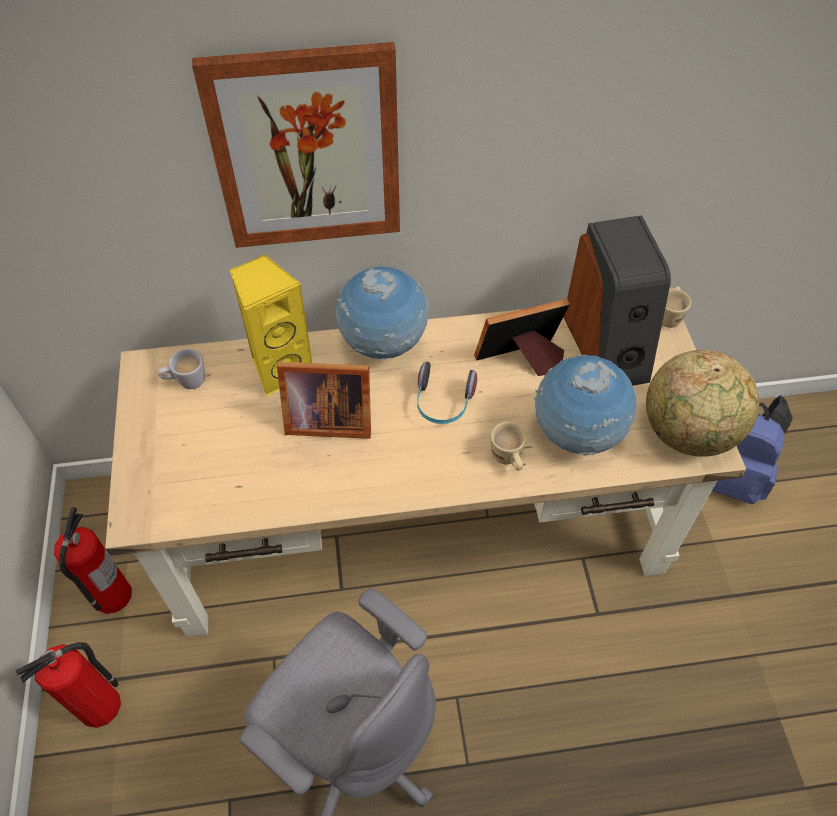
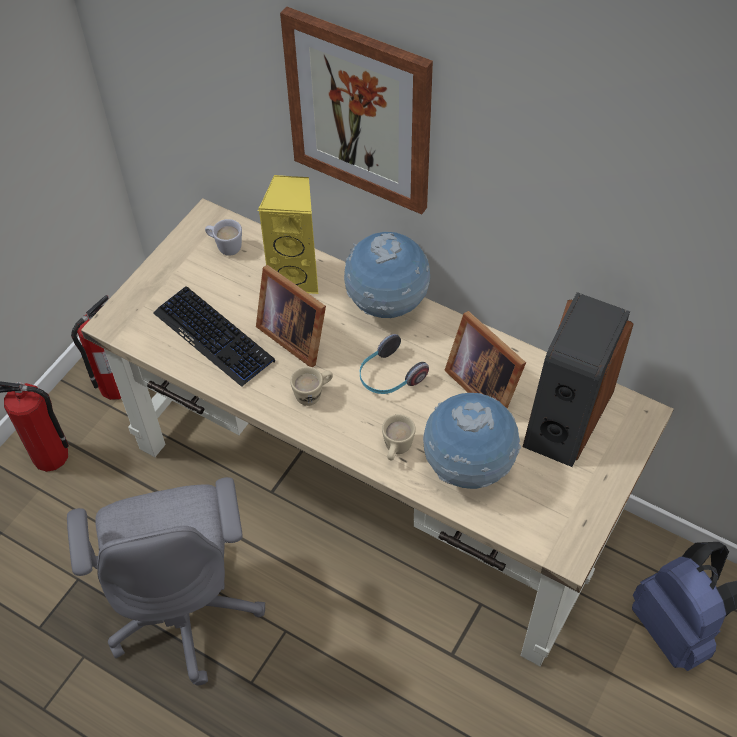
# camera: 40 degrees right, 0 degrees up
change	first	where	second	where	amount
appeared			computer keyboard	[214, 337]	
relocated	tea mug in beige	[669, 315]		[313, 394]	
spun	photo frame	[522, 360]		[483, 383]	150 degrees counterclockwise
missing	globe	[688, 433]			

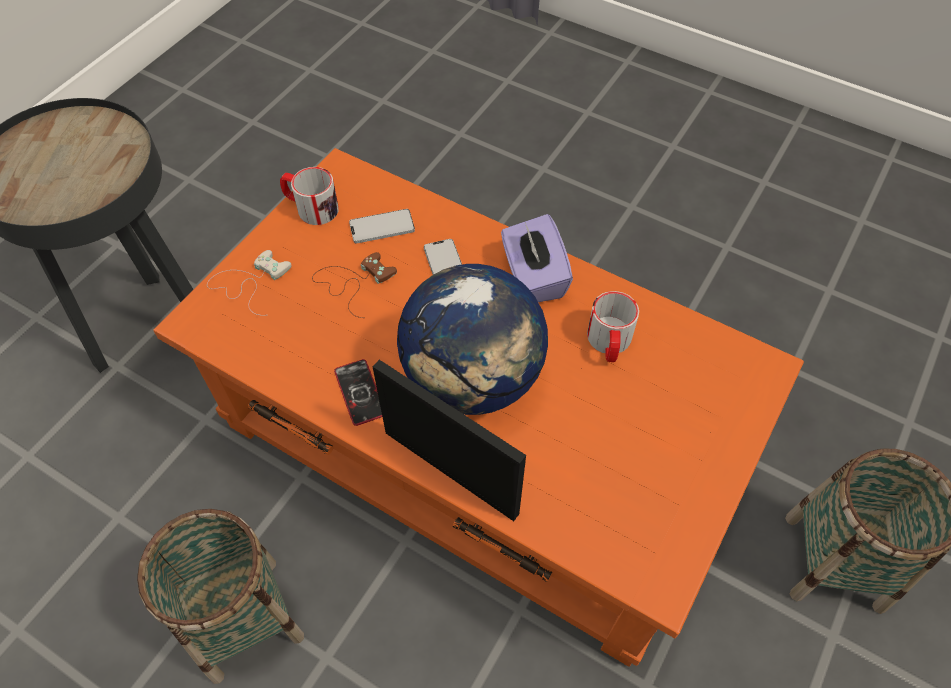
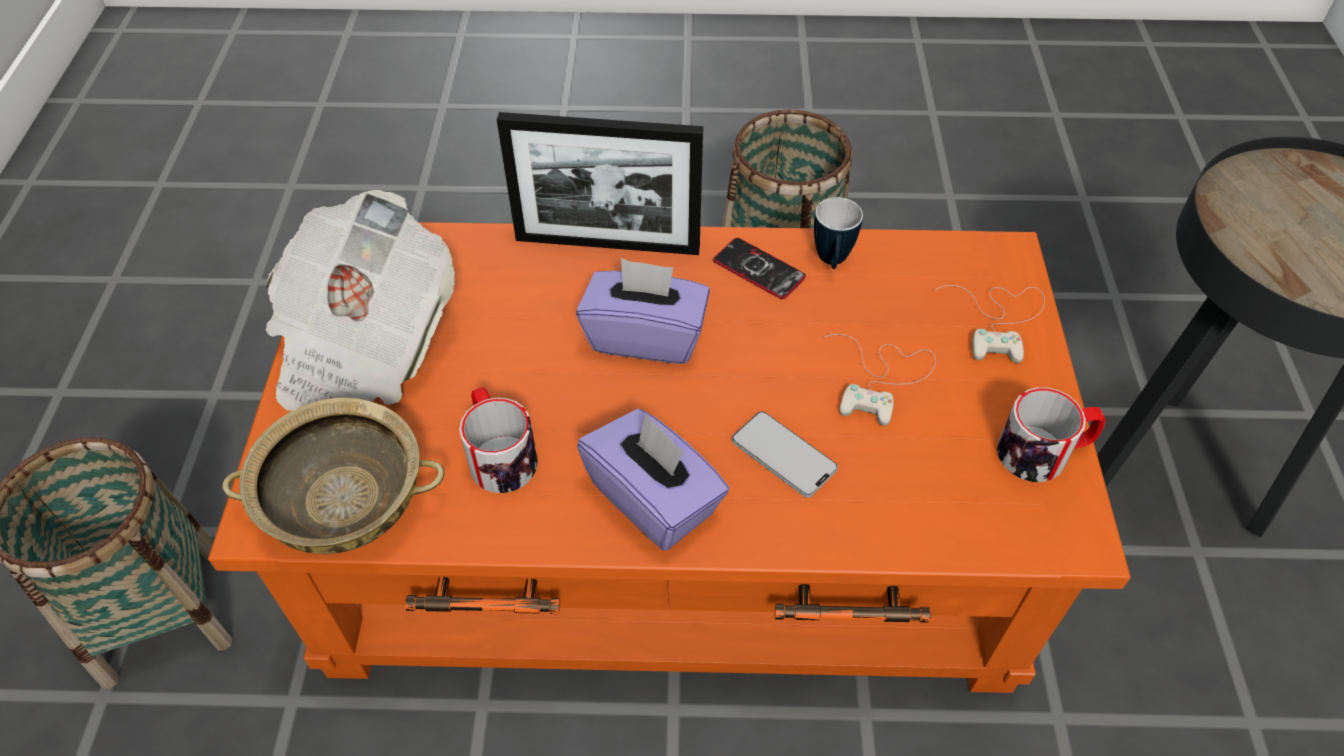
# camera: 150 degrees right, 5 degrees down
change	first	where	second	where	amount
appeared			bowl in beige	[348, 505]	
appeared			newspaper	[363, 343]	
exchanged	globe	[473, 378]	box of tissues in purplish	[645, 336]	
appeared			tea mug	[832, 262]	
colour	gamepad in brown	[353, 282]	gamepad in white	[882, 378]	
missing	telephone	[382, 227]			

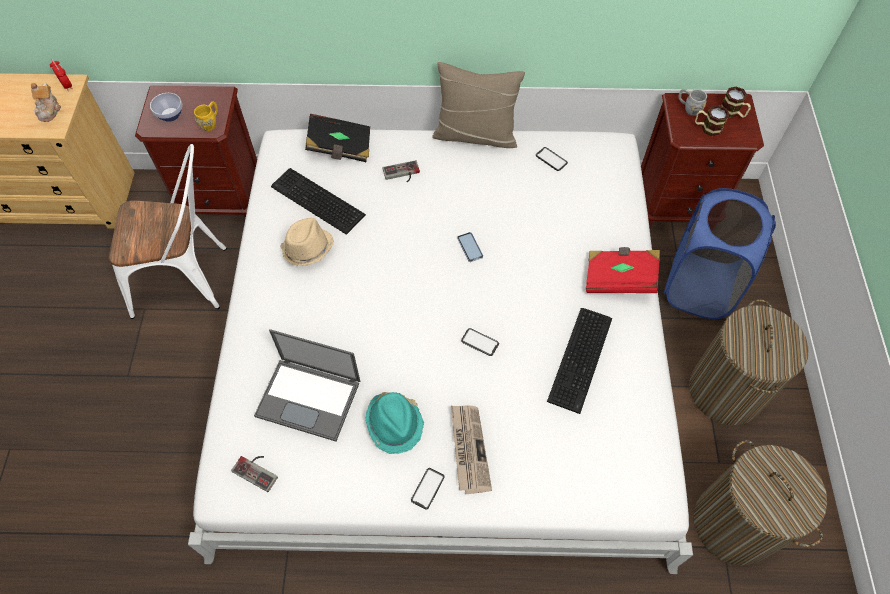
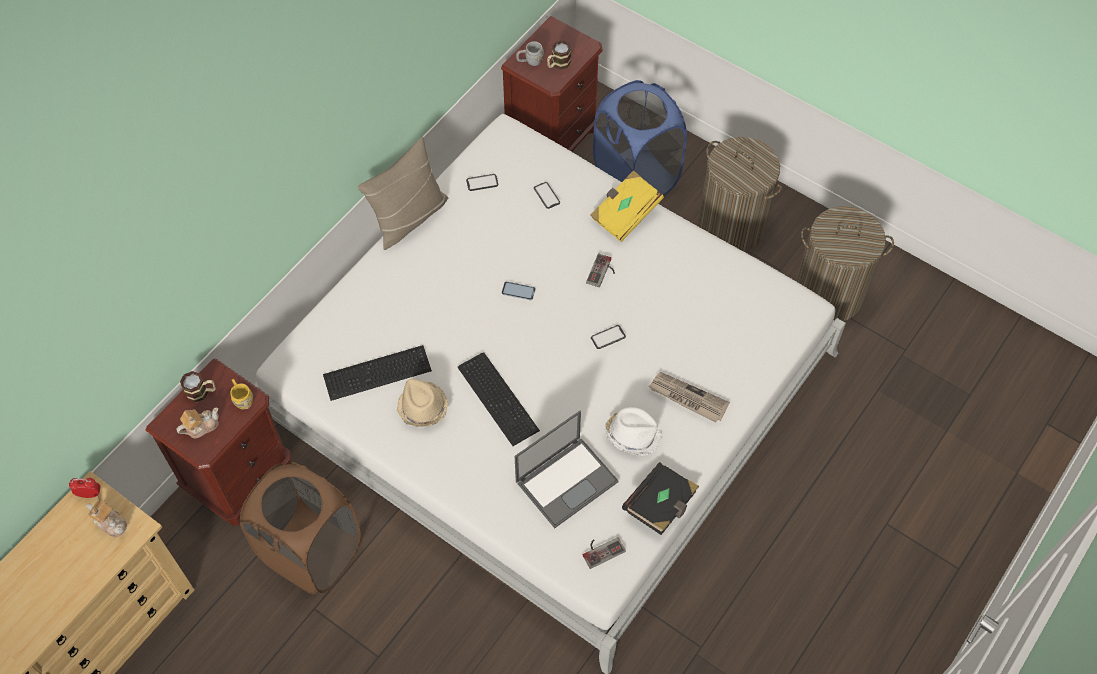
# camera: 55 degrees left, 0 degrees up
change	first	where	second	where	amount
exchanged	bowl	[170, 114]	teapot	[201, 426]	
relocated	tea mug	[732, 112]		[201, 392]	
exchanged	plain chair in white	[189, 278]	washing basket in brown	[312, 552]	
relocated	computer keyboard	[582, 358]		[499, 396]	
relocated	telephone	[427, 488]		[546, 195]	
relocated	gamepad	[402, 174]		[603, 272]	
colour	volume in red-coloured	[619, 278]	volume in yellowish	[625, 214]	
colour	wearable hat in turquoise-coloured	[395, 424]	wearable hat in white	[633, 434]	
relocated	volume in black-coloured	[340, 148]		[660, 504]	

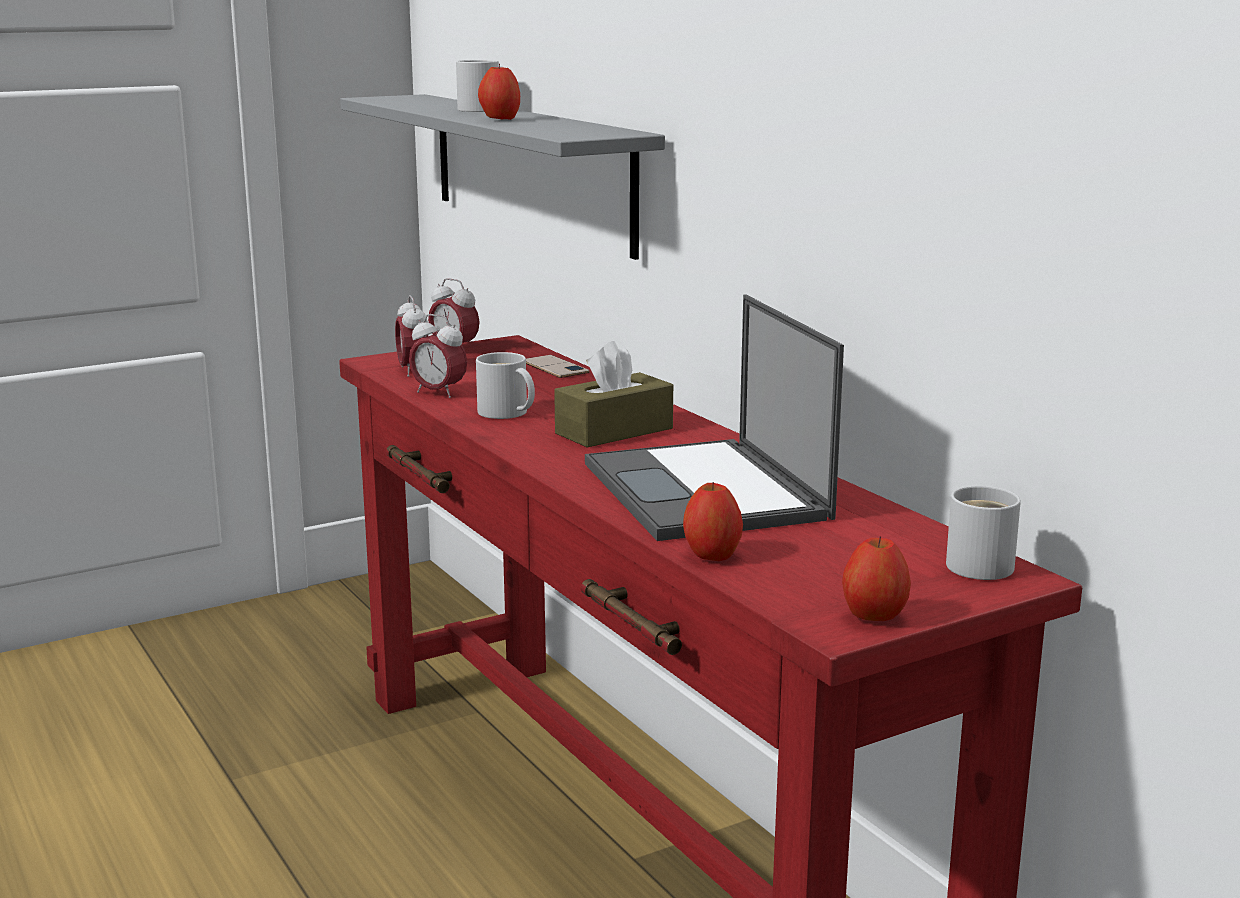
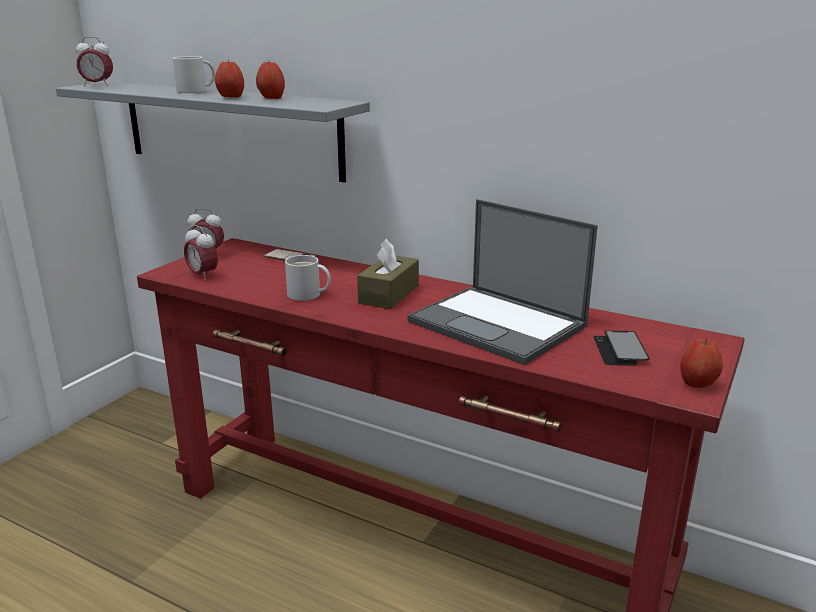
# camera: 30 degrees left, 5 degrees up
change	first	where	second	where	amount
relocated	table clock	[438, 393]		[97, 85]	
relocated	apple	[711, 555]		[271, 98]	
appeared			telephone	[620, 350]	
missing	tea mug in white	[985, 565]			

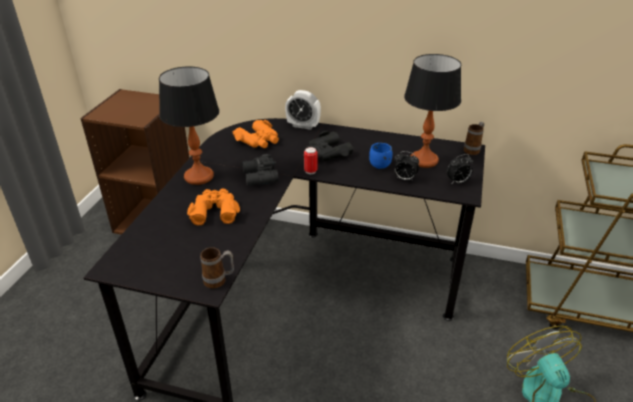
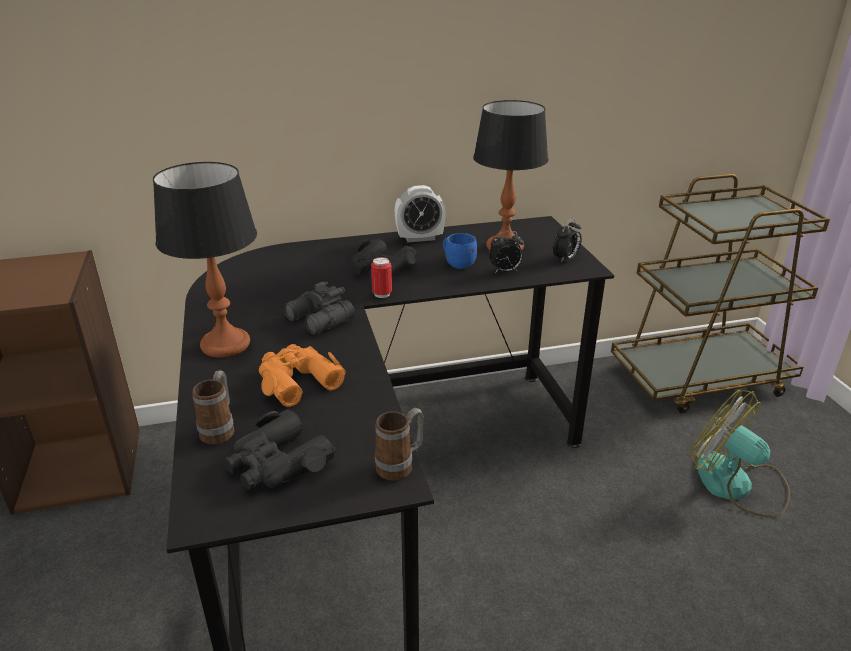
# camera: 30 degrees left, 5 degrees down
change	first	where	second	where	amount
relocated	tea mug	[473, 149]		[220, 429]	
appeared			binoculars in black-coloured	[277, 463]	
relocated	table clock	[303, 126]		[420, 238]	
missing	binoculars in orangey	[258, 140]			

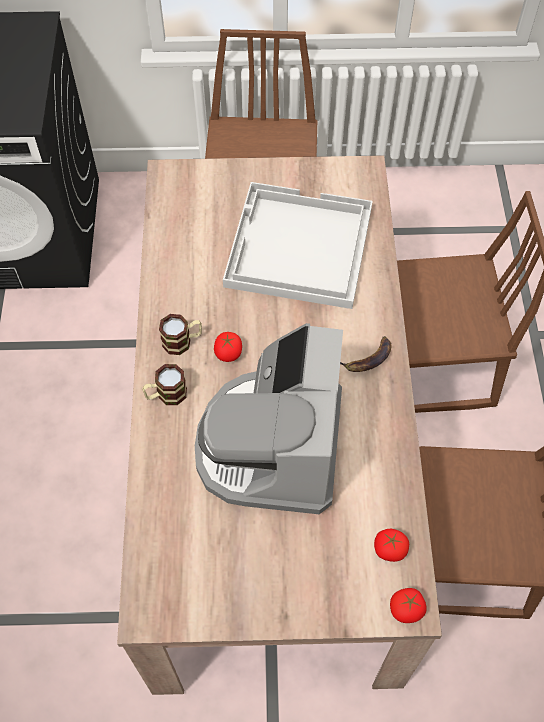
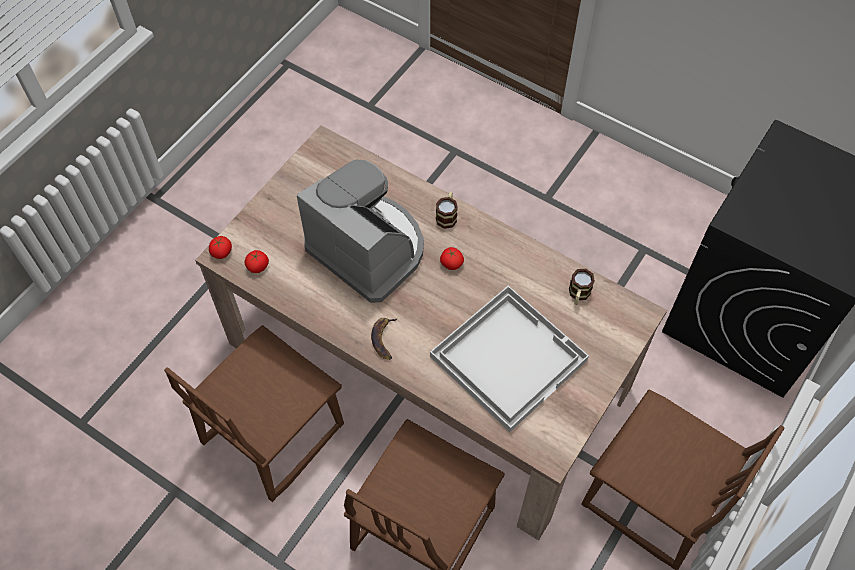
# camera: 125 degrees right, 0 degrees up
change	first	where	second	where	amount
relocated	tea mug	[182, 341]		[578, 295]	

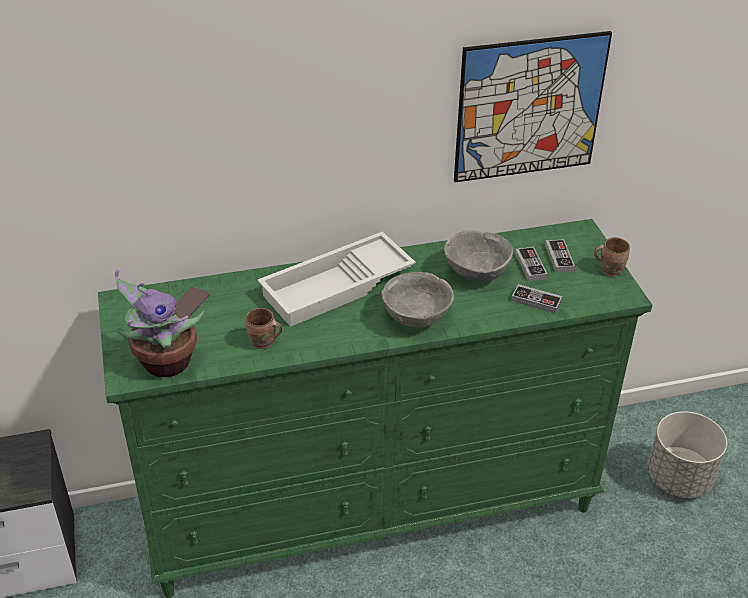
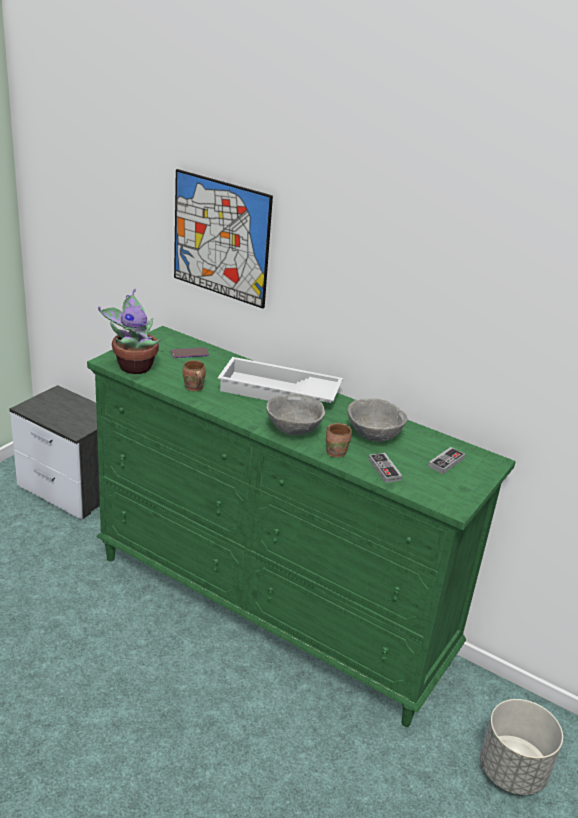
# camera: 45 degrees right, 10 degrees down
change	first	where	second	where	amount
relocated	picture	[529, 108]		[221, 238]	
relocated	tea mug in brown	[609, 269]		[336, 451]	
missing	gamepad	[530, 266]			

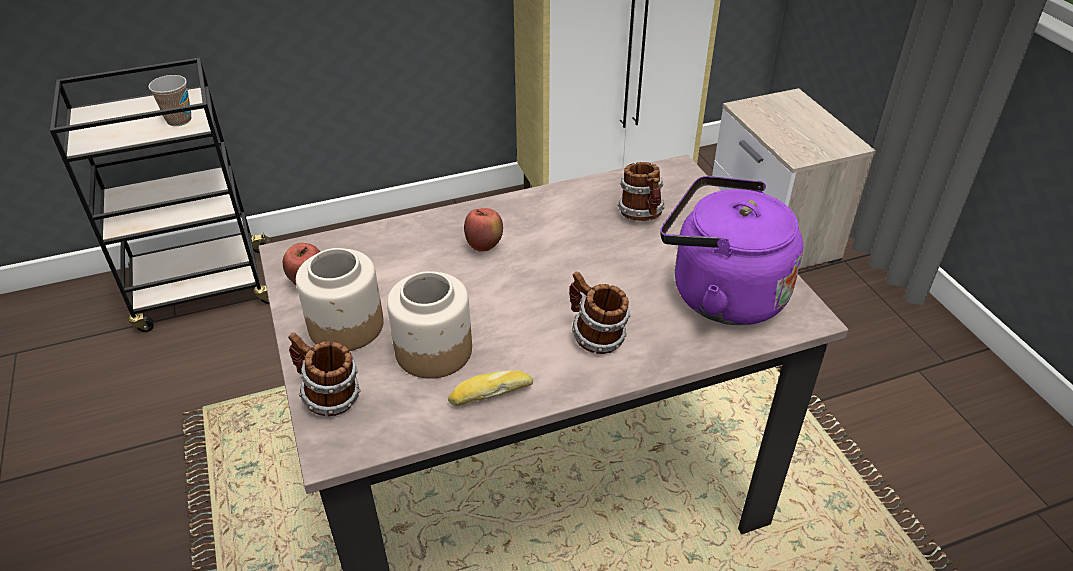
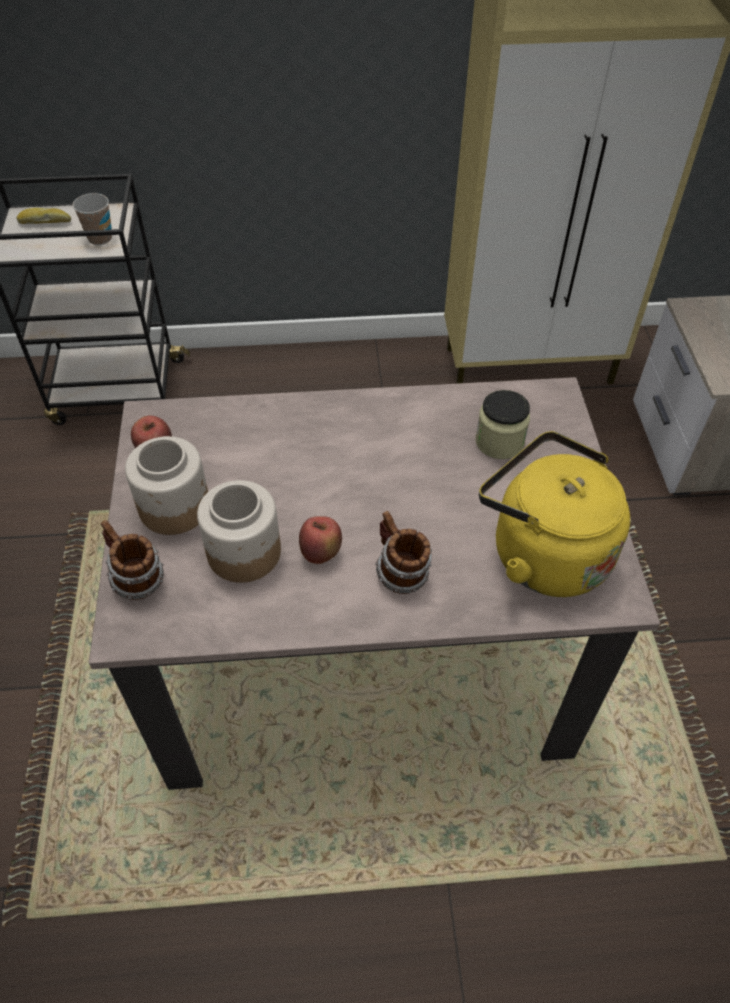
# camera: 15 degrees right, 10 degrees up
change	first	where	second	where	amount
relocated	baked bread	[490, 393]		[45, 222]	
relocated	apple	[484, 246]		[321, 553]	
exchanged	tea mug	[642, 215]	preserve jar	[499, 442]	
colour	water kettle in purplish	[720, 294]	water kettle in yellowish	[543, 552]	

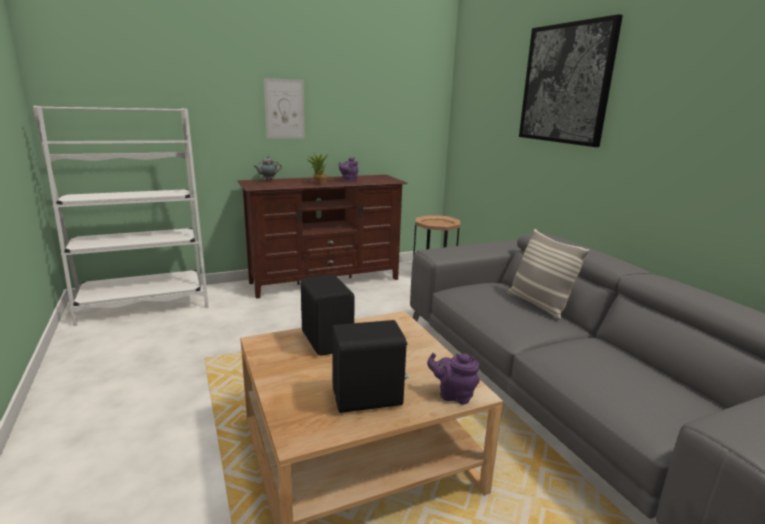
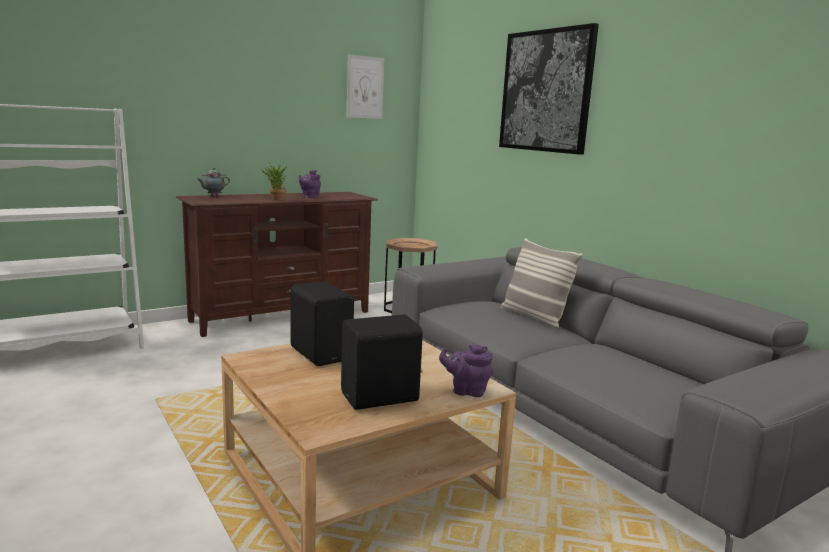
# camera: 10 degrees left, 5 degrees down
change	first	where	second	where	amount
relocated	picture	[284, 109]		[365, 87]	

